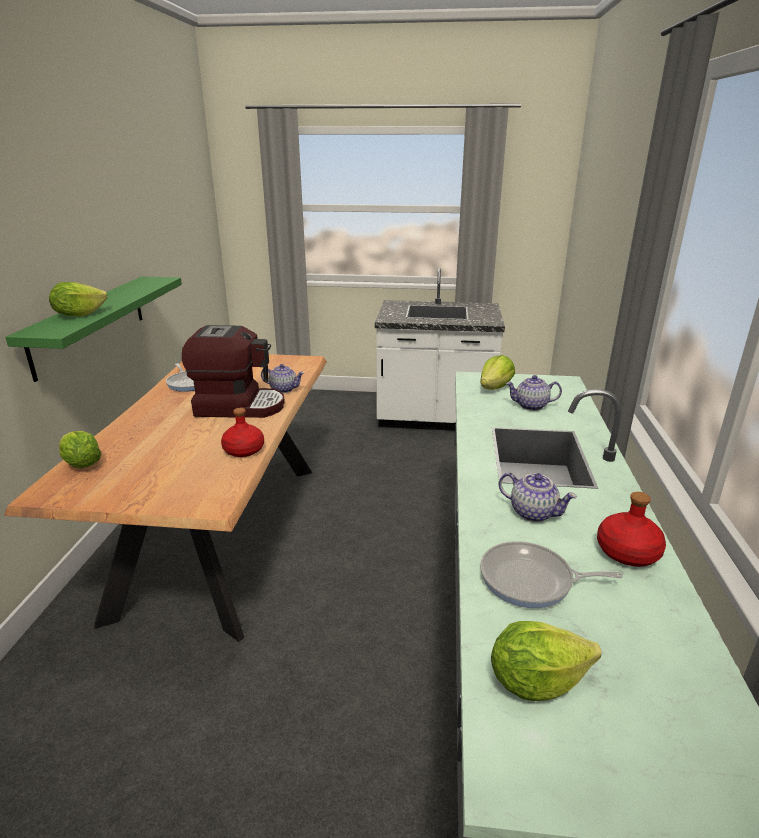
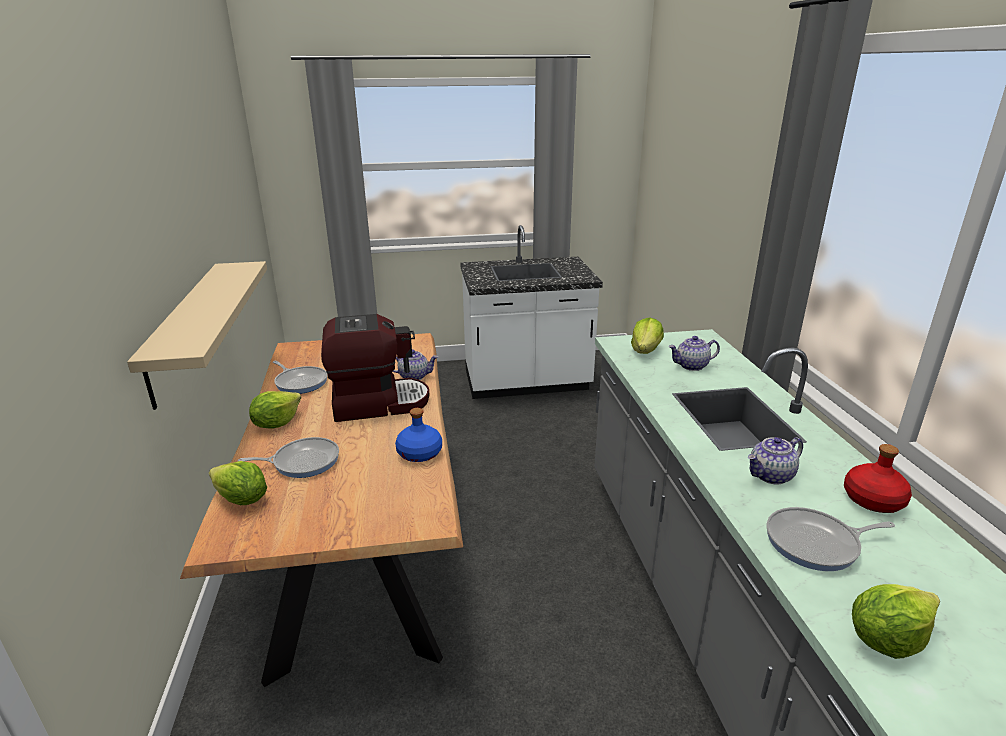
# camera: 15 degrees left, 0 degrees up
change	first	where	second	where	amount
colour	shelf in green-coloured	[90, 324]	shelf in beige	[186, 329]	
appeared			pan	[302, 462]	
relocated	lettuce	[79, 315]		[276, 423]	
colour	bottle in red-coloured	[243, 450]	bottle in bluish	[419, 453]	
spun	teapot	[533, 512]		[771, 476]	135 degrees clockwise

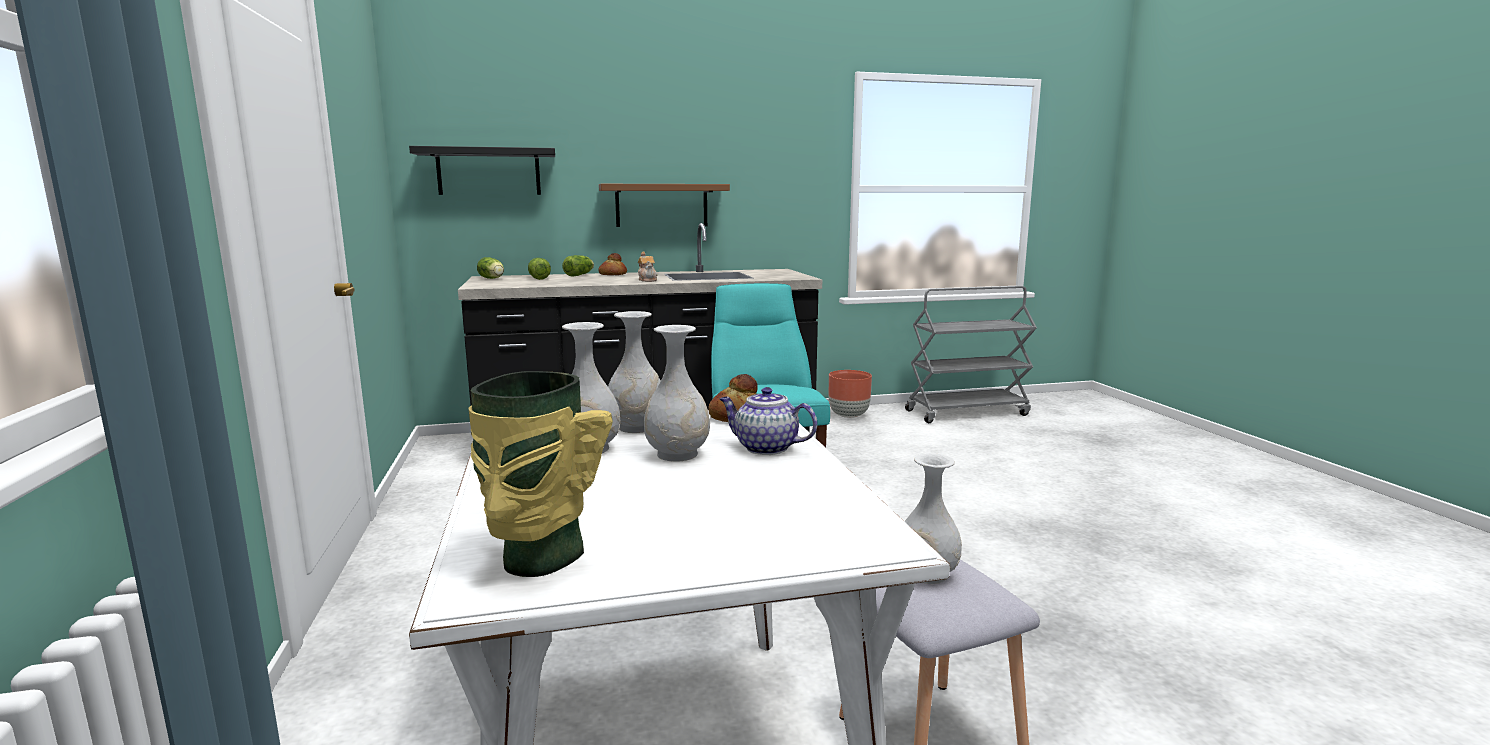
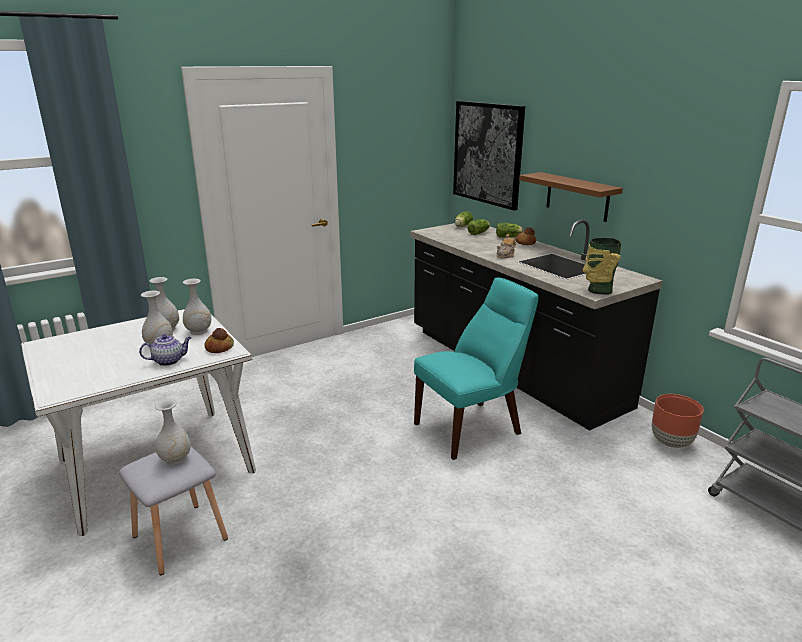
# camera: 70 degrees right, 10 degrees up
change	first	where	second	where	amount
spun	teapot	[765, 448]		[169, 361]	60 degrees clockwise
exchanged	shelf in black-coloured	[489, 172]	picture	[487, 153]	
relocated	decorative vase	[538, 558]		[598, 290]	

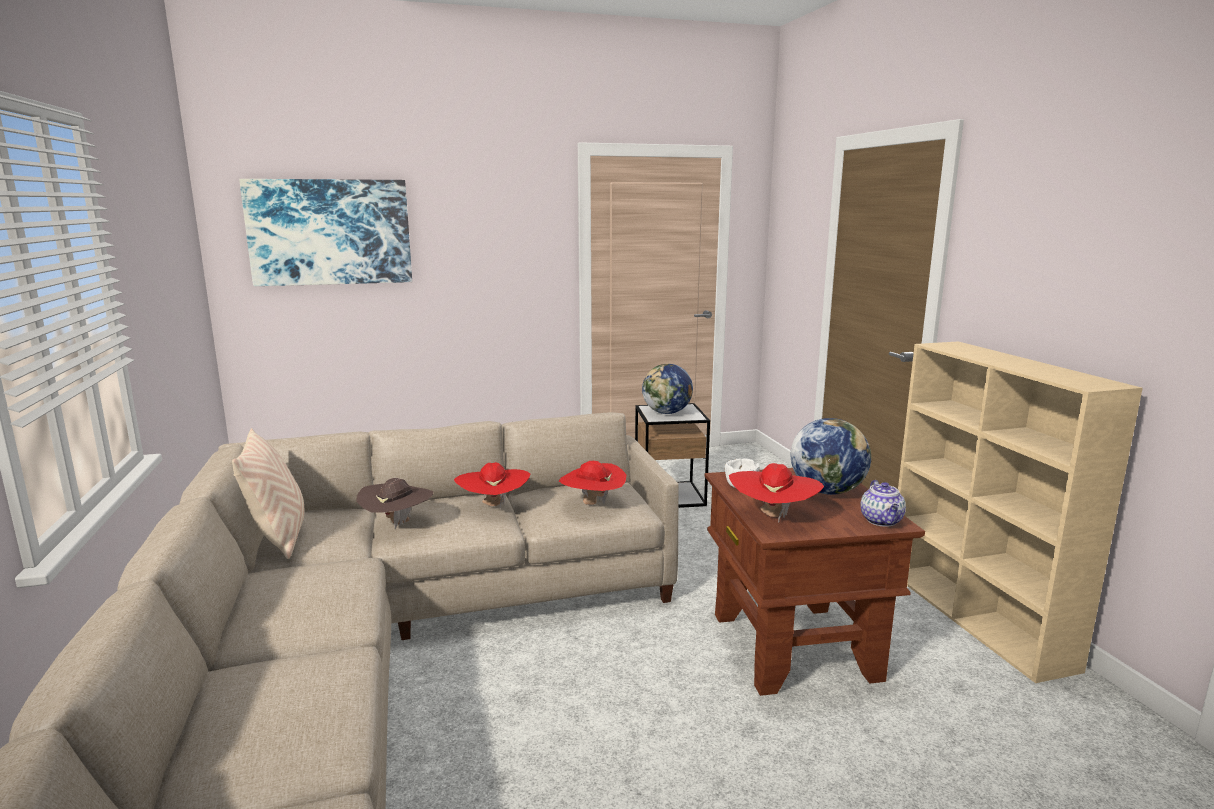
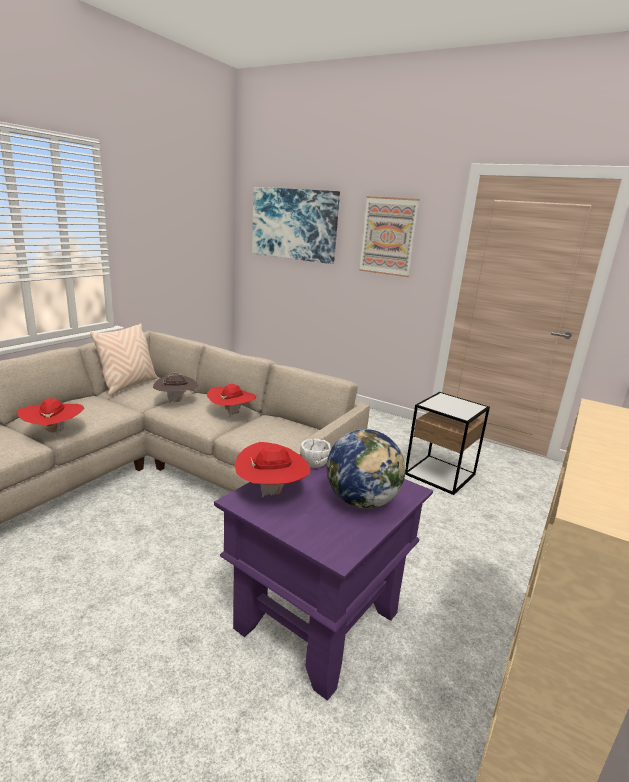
# camera: 45 degrees right, 5 degrees up
change	first	where	second	where	amount
relocated	wearable hat in red-coloured	[592, 504]		[54, 432]	
colour	accent table in brown	[793, 646]	accent table in purplish	[316, 620]	
appeared			picture	[388, 236]	
missing	globe	[667, 413]			
missing	teapot	[882, 521]			

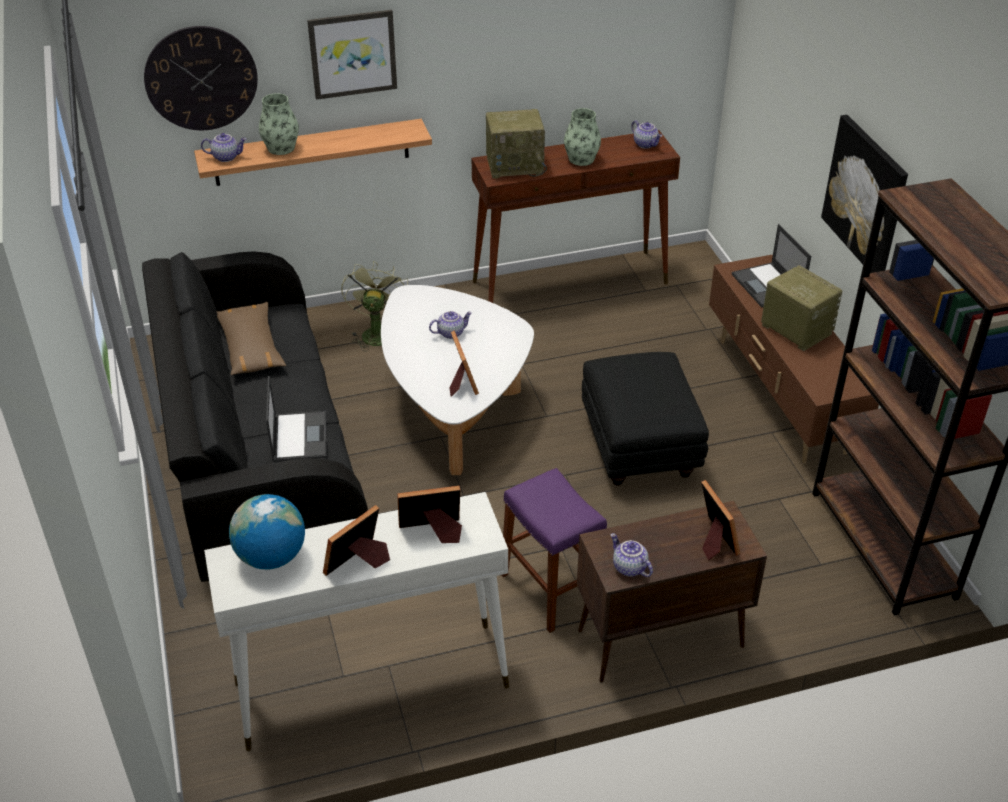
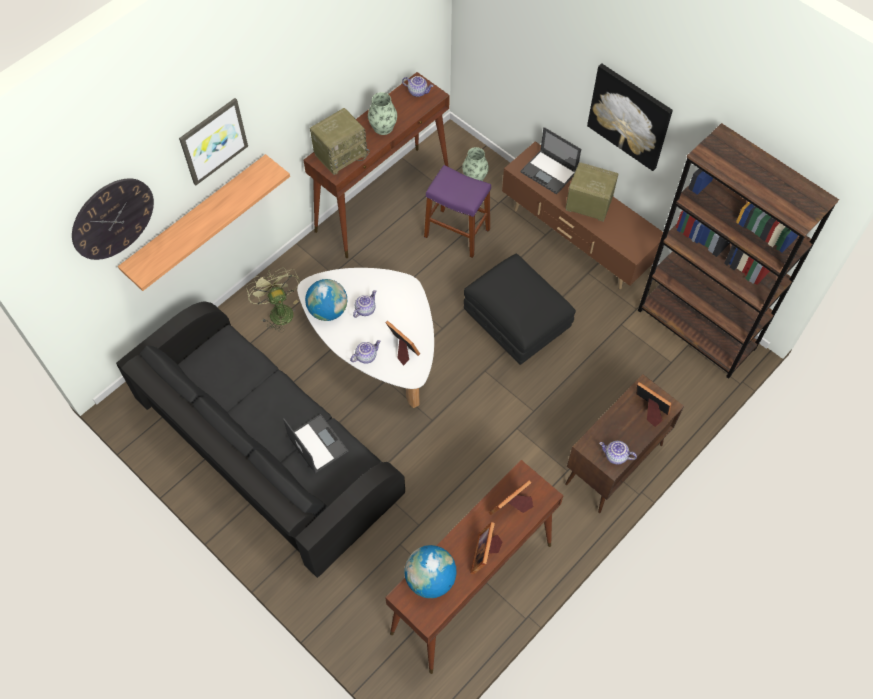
# camera: 30 degrees left, 20 degrees up
change	first	where	second	where	amount
appeared			globe	[328, 310]	
relocated	teapot	[226, 157]		[366, 356]	
colour	console table in white	[370, 685]	console table in brown	[471, 589]	
relocated	sitting stool in purplish	[551, 589]		[457, 233]	
relocated	decorative vase	[281, 148]		[474, 177]	
missing	pillow in brown	[251, 348]			

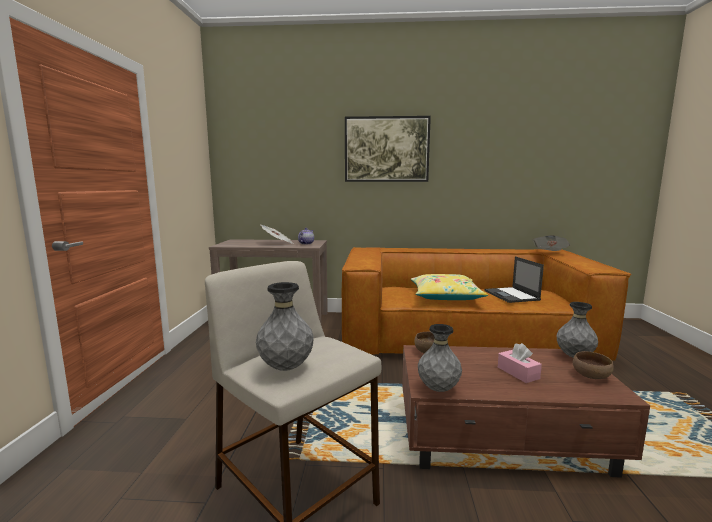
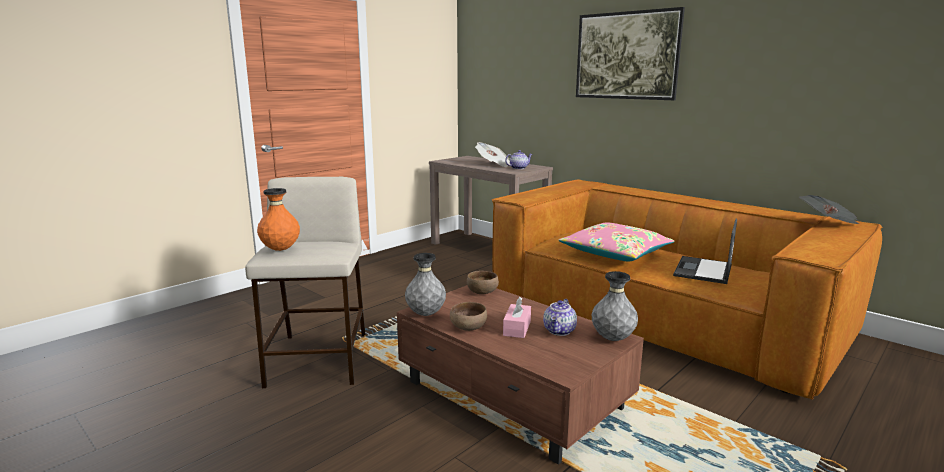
# camera: 40 degrees right, 5 degrees up
change	first	where	second	where	amount
colour	decorative vase in grey	[286, 368]	decorative vase in orangey	[280, 249]	
relocated	bowl in brown	[591, 376]		[468, 328]	
appeared			teapot	[560, 331]	
colour	pillow in yellowish	[445, 296]	pillow in pink	[615, 253]	

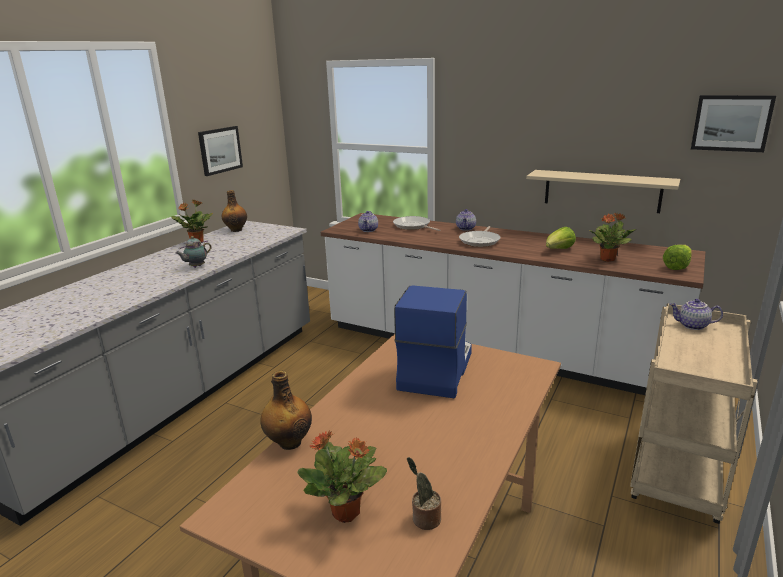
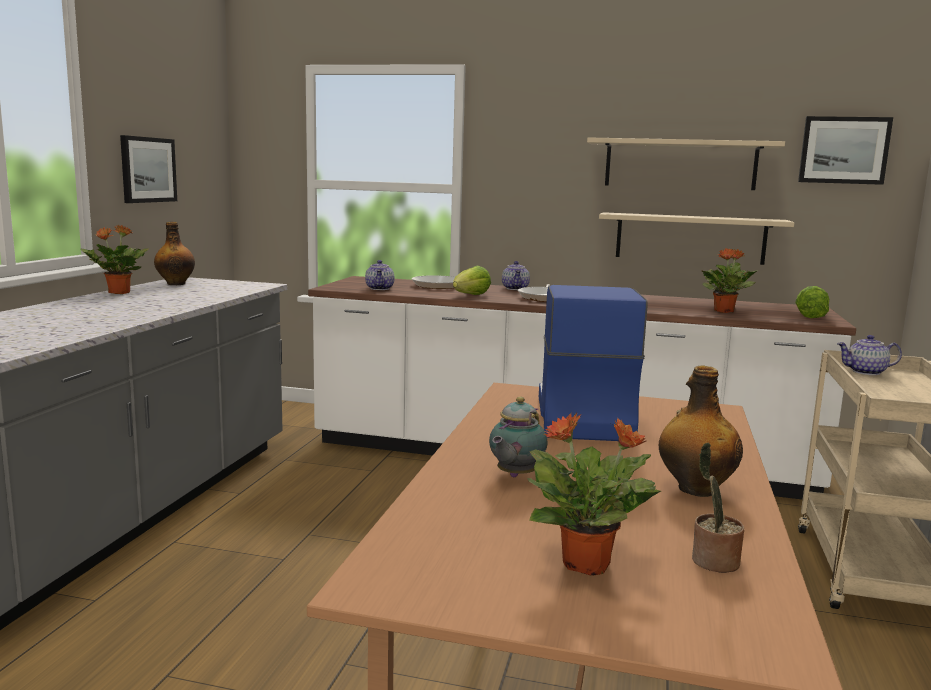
# camera: 15 degrees left, 10 degrees down
change	first	where	second	where	amount
relocated	lettuce	[558, 250]		[470, 296]	
relocated	teapot	[196, 267]		[514, 476]	
appeared			shelf in beige	[680, 164]	
relocated	bottle	[289, 442]		[695, 489]	

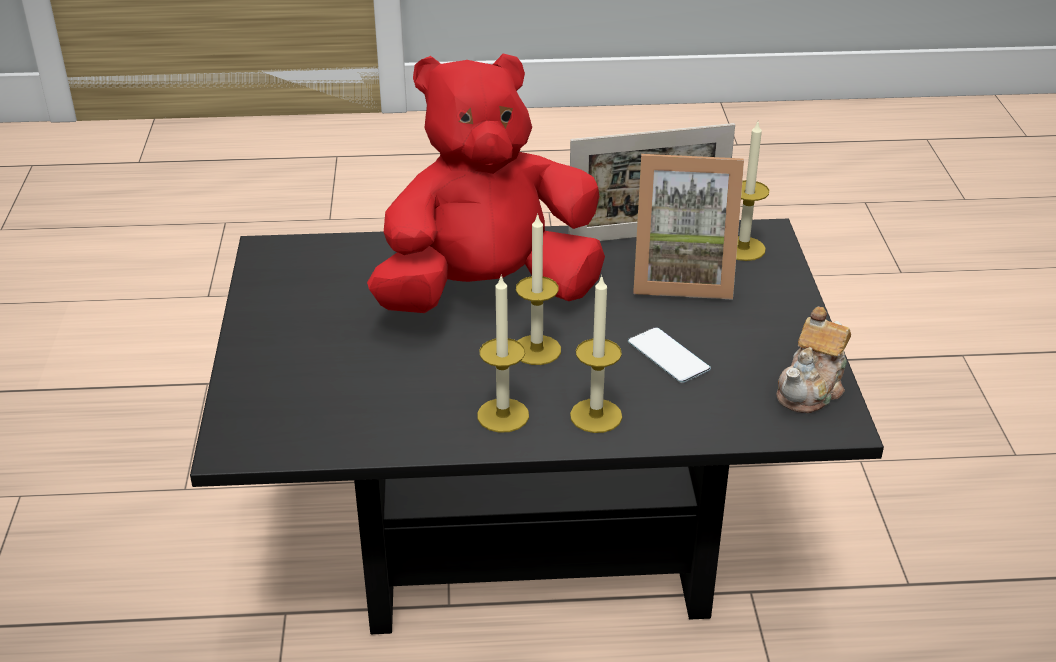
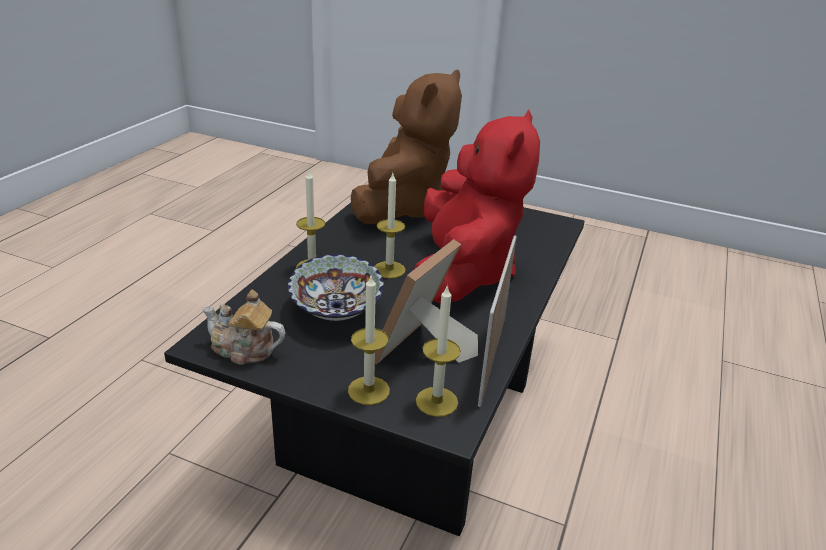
# camera: 115 degrees right, 5 degrees down
change	first	where	second	where	amount
spun	teapot	[812, 389]		[244, 350]	45 degrees counterclockwise
exchanged	telephone	[668, 356]	bowl	[337, 310]	
relocated	candle	[503, 415]		[368, 390]	
appeared			plush toy in brown	[404, 207]	

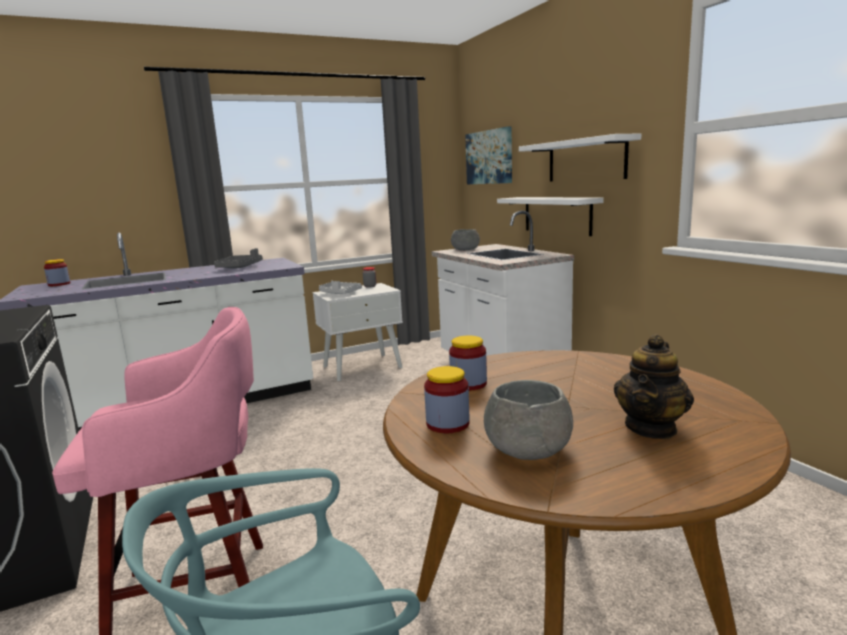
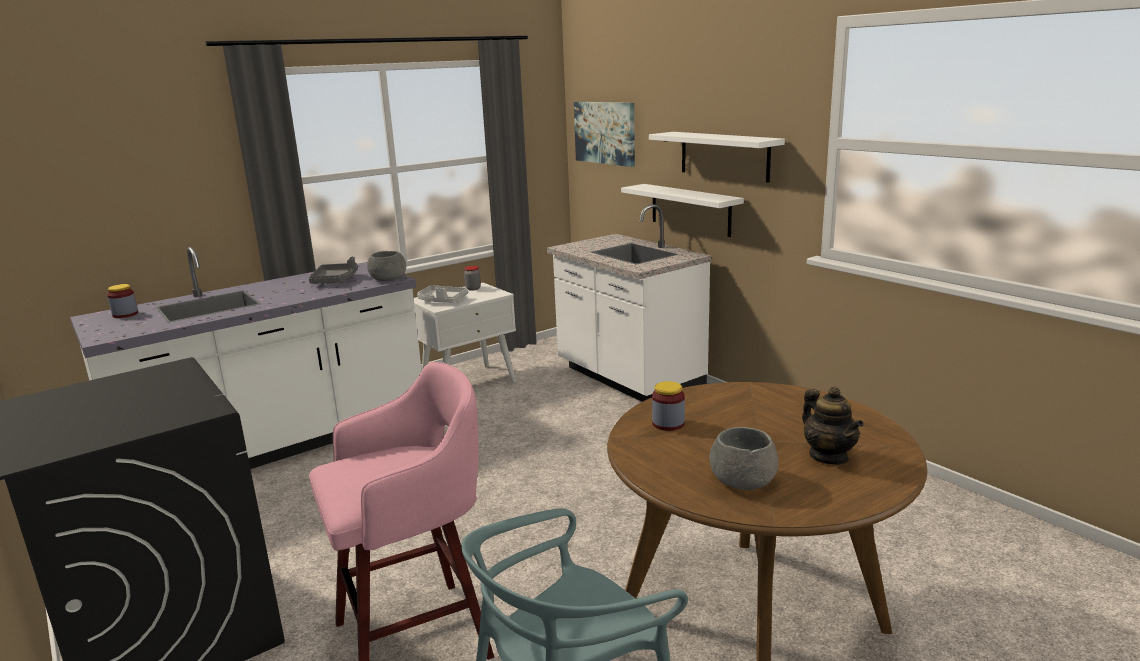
# camera: 10 degrees left, 5 degrees up
change	first	where	second	where	amount
relocated	bowl in grey	[465, 249]		[388, 279]	
spun	teapot	[651, 428]		[829, 456]	45 degrees counterclockwise
missing	preserve jar	[447, 424]			

